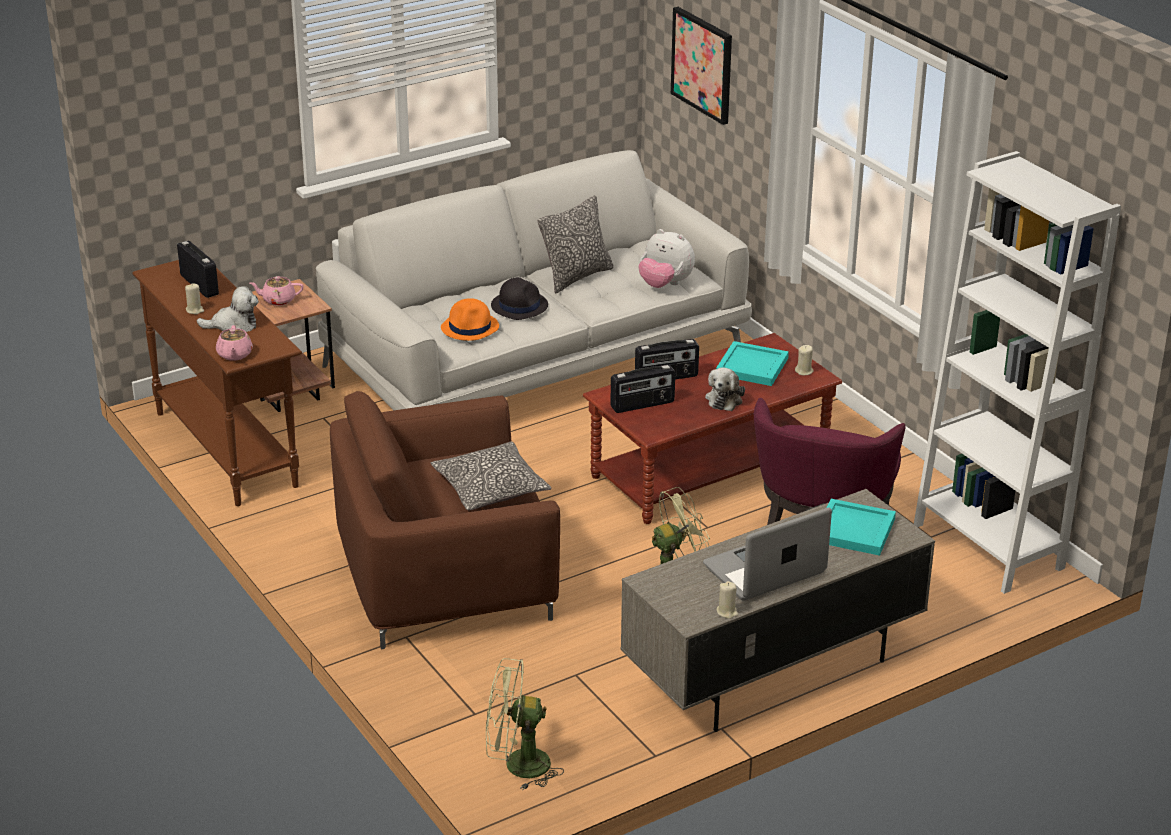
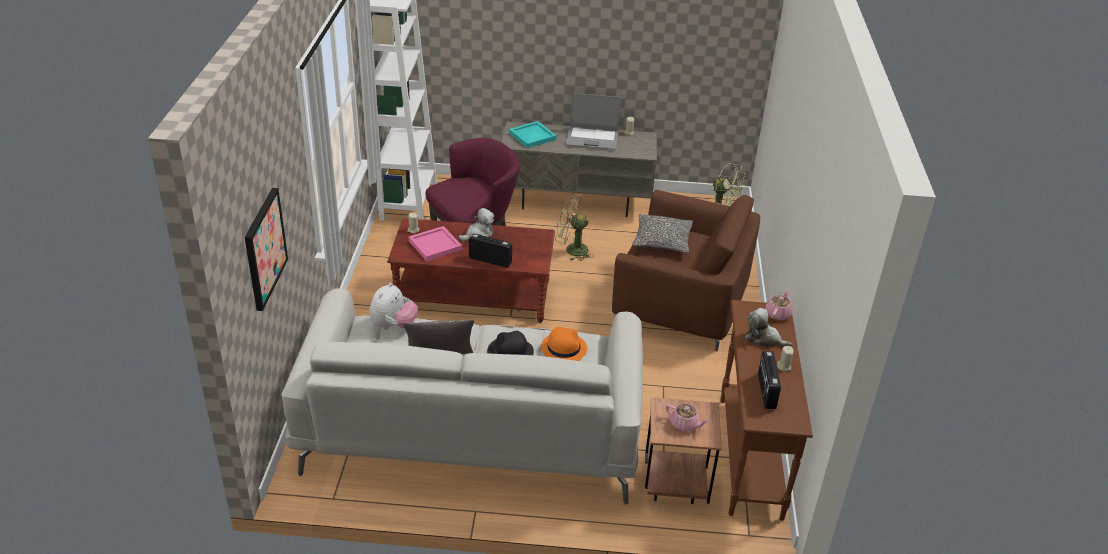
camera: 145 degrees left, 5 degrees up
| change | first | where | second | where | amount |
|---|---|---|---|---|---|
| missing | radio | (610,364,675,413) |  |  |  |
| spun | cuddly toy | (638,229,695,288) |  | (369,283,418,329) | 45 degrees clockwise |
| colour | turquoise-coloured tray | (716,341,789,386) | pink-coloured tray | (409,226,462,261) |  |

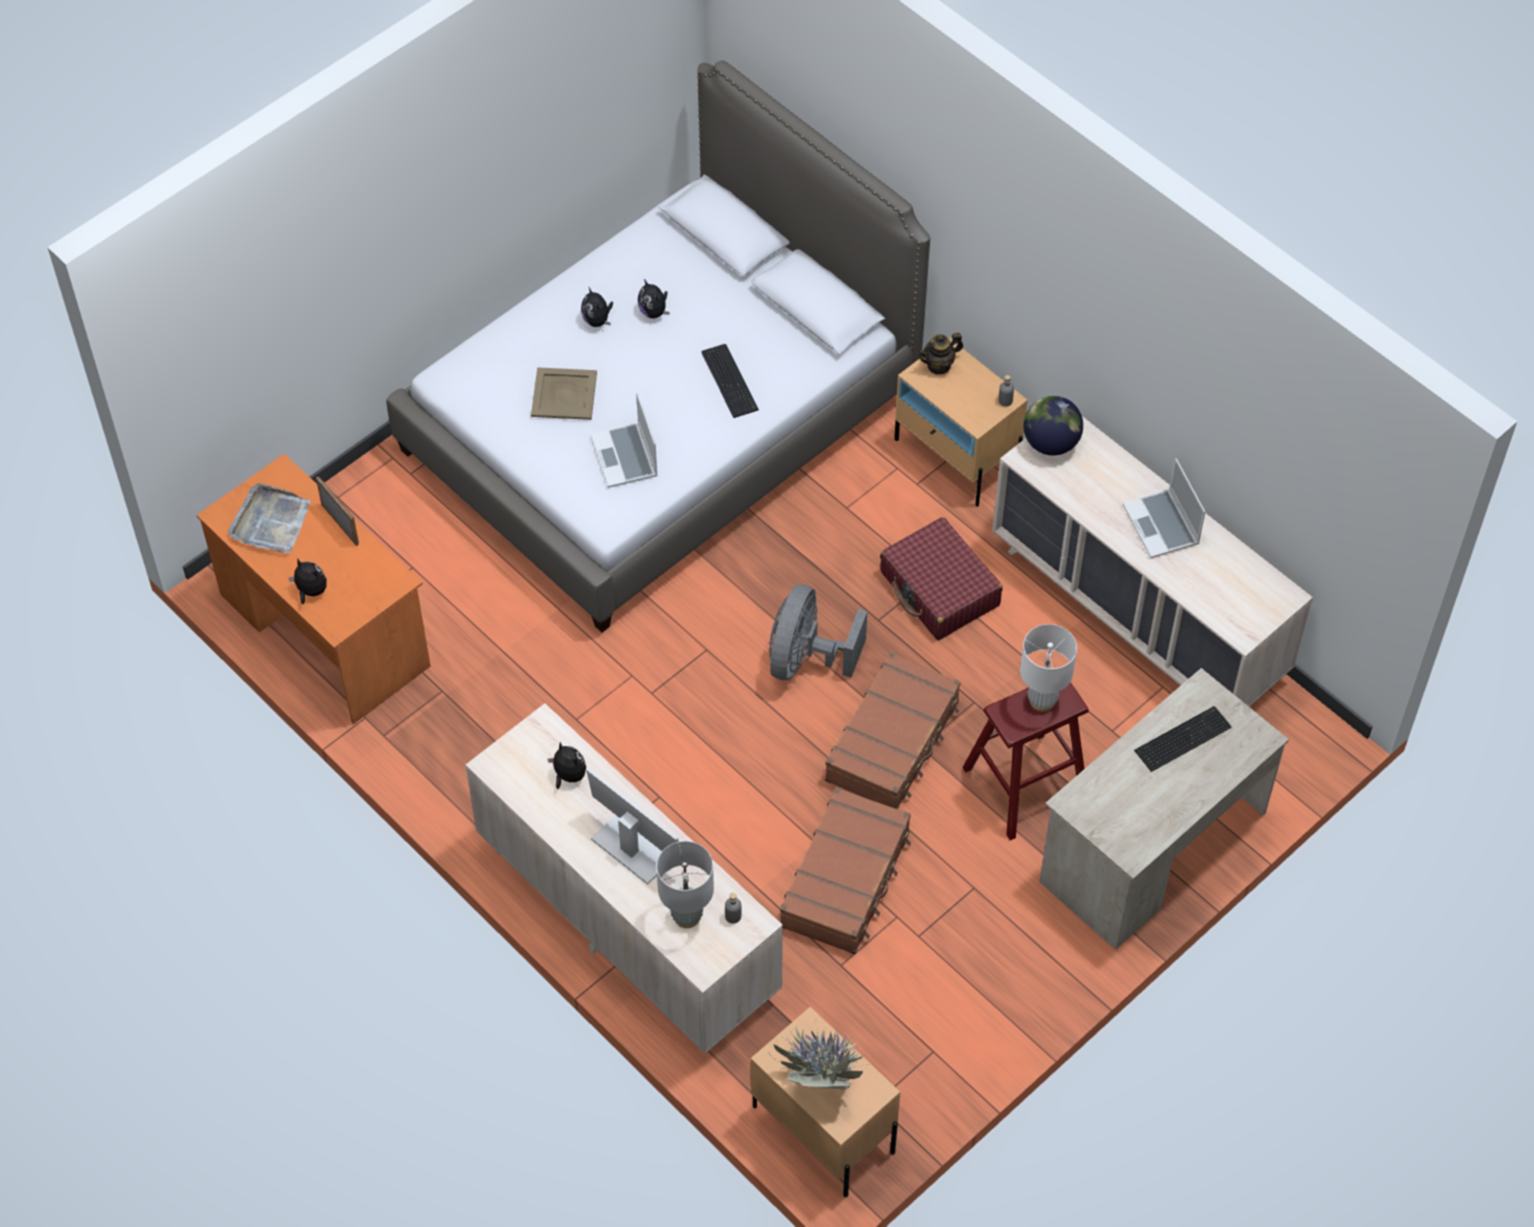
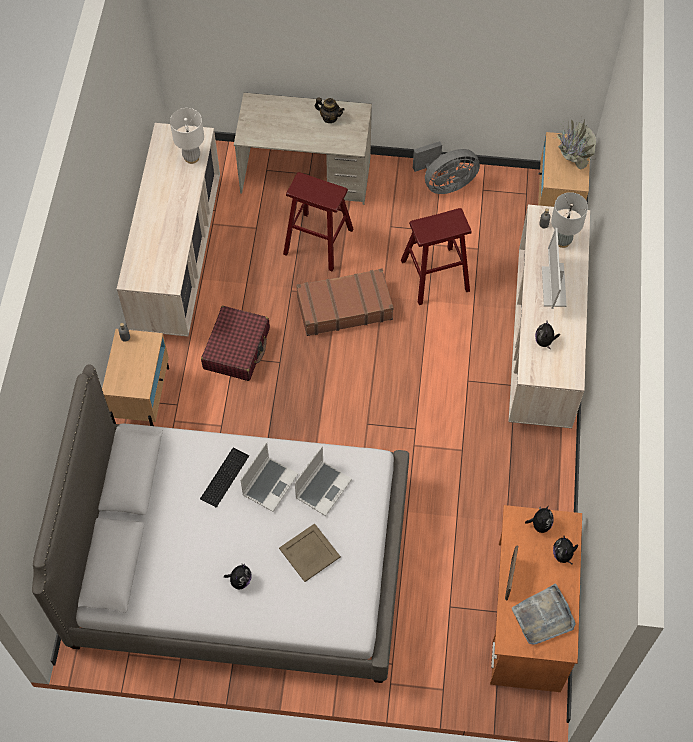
camera: 130 degrees left, 5 degrees up
| change | first | where | second | where | amount |
|---|---|---|---|---|---|
| relocated | cuddly toy | (638,279,669,319) |  | (525,507,554,533) |  |
| relocated | grey fan | (769,585,867,680) |  | (413,141,480,194) |  |
| exchanged | brownish suitcase | (780,787,911,955) | red stool seat | (401,208,472,305) |  |
| relocated | tea pot | (917,333,963,375) |  | (315,97,345,123) |  |
| relocated | white table lamp | (1020,624,1077,712) |  | (170,108,204,164) |  |
| missing | world globe | (1023,396,1083,456) |  |  |  |
| relocated | notebook computer | (1123,458,1205,558) |  | (240,442,298,512) |  |
| missing | keyboard | (1134,706,1231,772) |  |  |  |

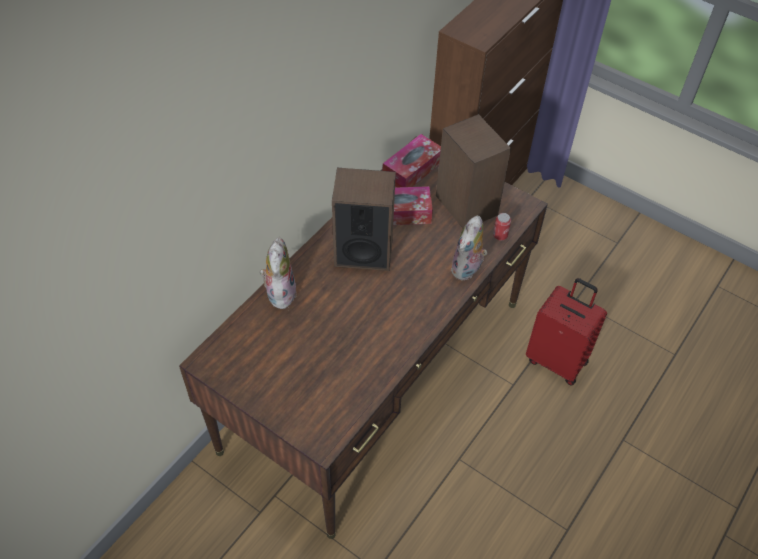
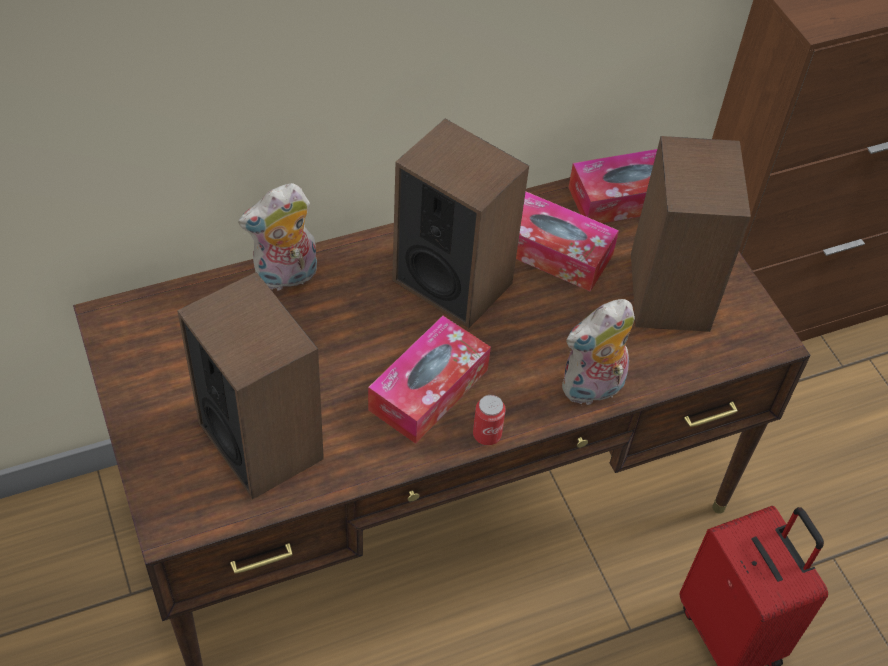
camera: 30 degrees right, 0 degrees up
| change | first | where | second | where | amount |
|---|---|---|---|---|---|
| spun | cuddly toy | (260,237,297,309) |  | (238,183,317,290) | 150 degrees counterclockwise |
| relocated | sealed can | (493,213,511,240) |  | (473,395,506,445) |  |
| appeared |  |  | audio speaker | (177,272,324,499) |  |
| appeared |  |  | box of tissues | (368,316,491,444) |  |

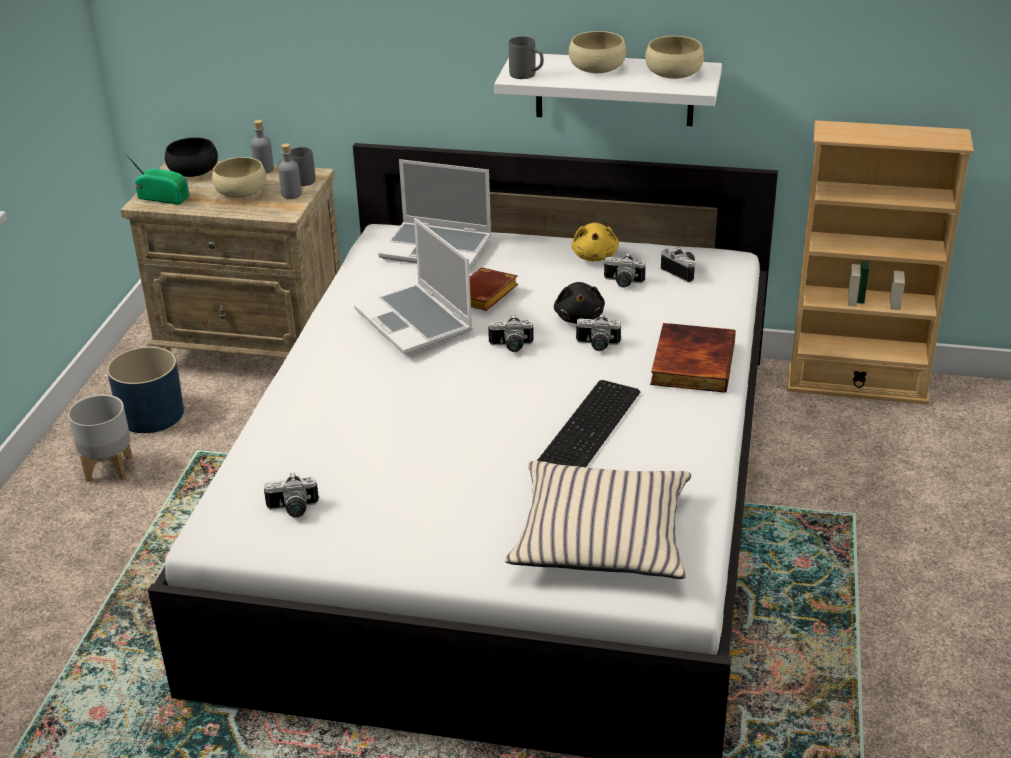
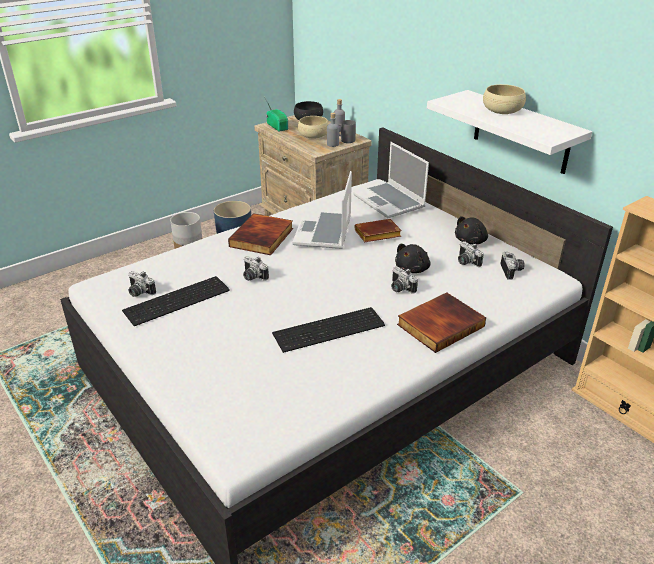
camera: 40 degrees right, 0 degrees up
| change | first | where | second | where | amount |
|---|---|---|---|---|---|
| relocated | photo camera | (488,315,534,352) |  | (243,256,269,281) |  |
| missing | sand-coloured cushion | (505,461,691,579) |  |  |  |
| missing | grey coffee mug | (509,36,544,79) |  |  |  |
| colour | yellow-coloured cuddly toy | (571,223,619,261) | black cuddly toy | (455,216,488,245) |  |
| missing | sand-coloured deep dish | (645,36,704,79) |  |  |  |
| appeared |  |  | keyboard | (122,276,230,326) |  |
| appeared |  |  | bound book | (228,213,293,255) |  |

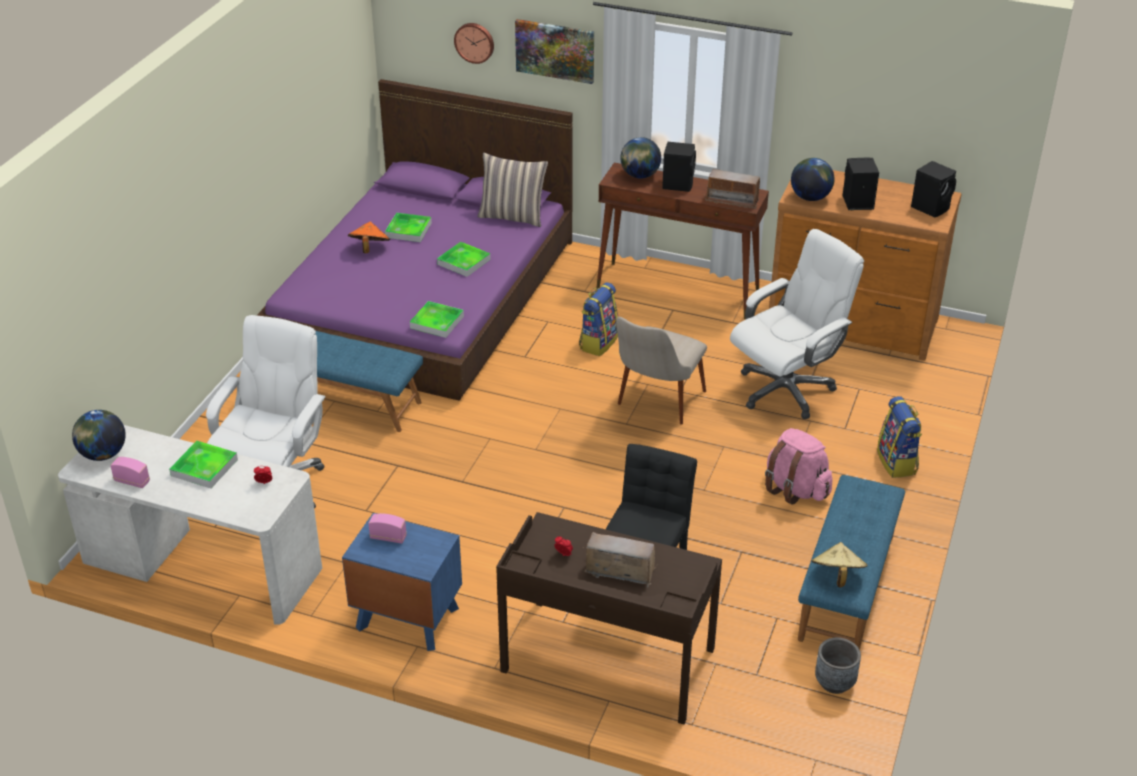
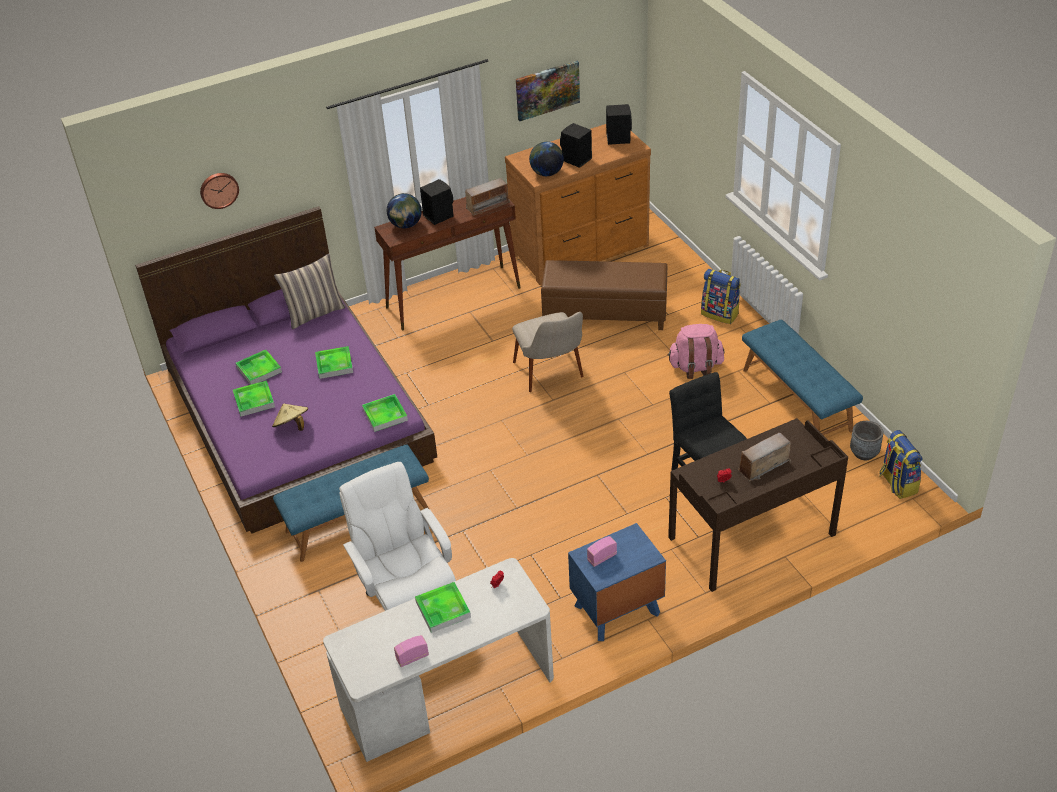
camera: 45 degrees left, 5 degrees up
| change | first | where | second | where | amount |
|---|---|---|---|---|---|
| missing | world globe | (72,410,126,461) |  |  |  |
| exchanged | orangey wearable hat | (348,221,390,253) | tray | (233,380,275,417) |  |
| relocated | wall picture | (515,19,594,84) |  | (516,61,580,121) |  |
| relocated | rucksack | (579,282,618,356) |  | (879,430,923,499) |  |
| exchanged | white office chair | (730,229,864,419) | brownish footrest | (541,260,667,330) |  |
| relocated | sand-coloured wearable hat | (812,542,868,587) |  | (272,403,308,431) |  |

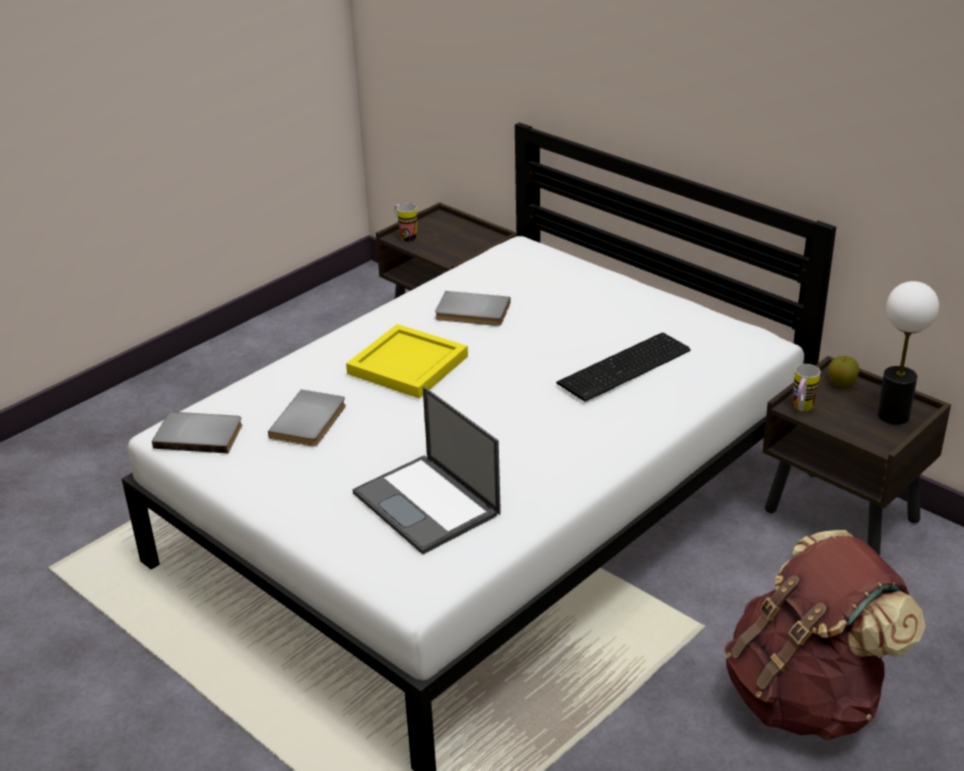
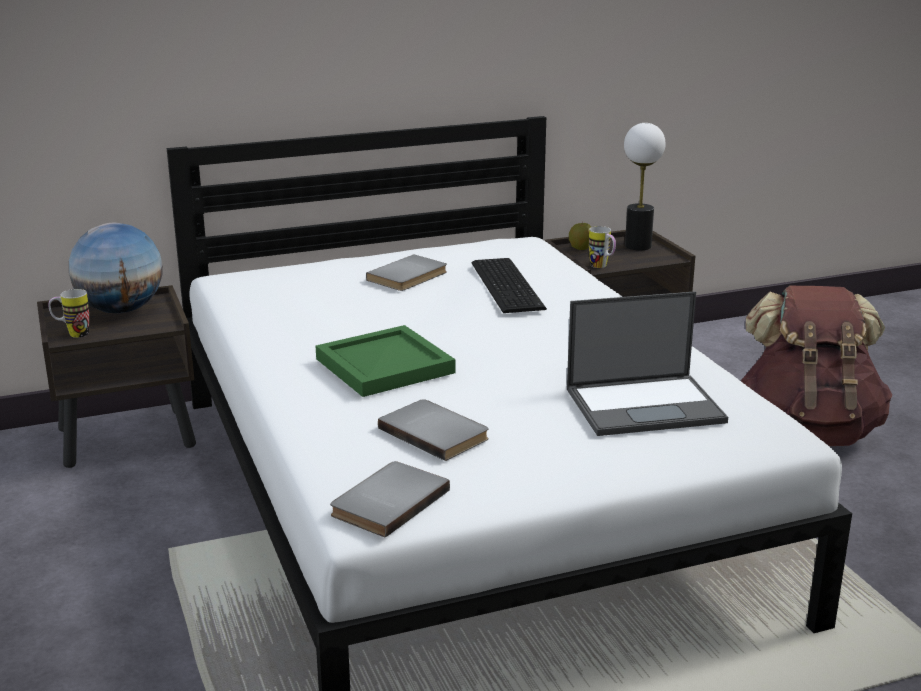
camera: 65 degrees left, 10 degrees down
| change | first | where | second | where | amount |
|---|---|---|---|---|---|
| colour | yellow-coloured tray | (346,324,468,398) | green tray | (316,325,456,397) |  |
| relocated | grey bound book | (435,291,511,326) |  | (366,254,447,291) |  |
| appeared |  |  | world globe | (69,223,163,313) |  |

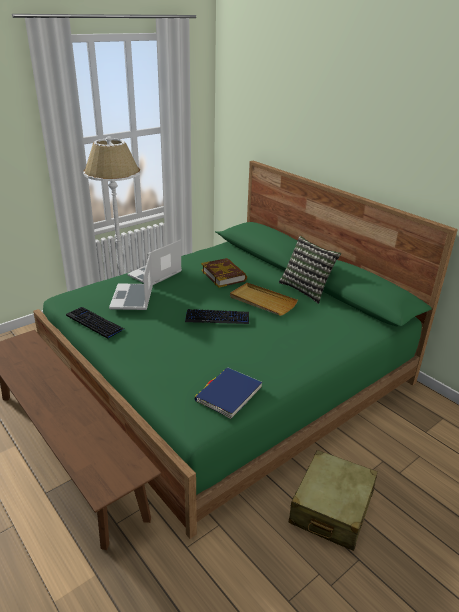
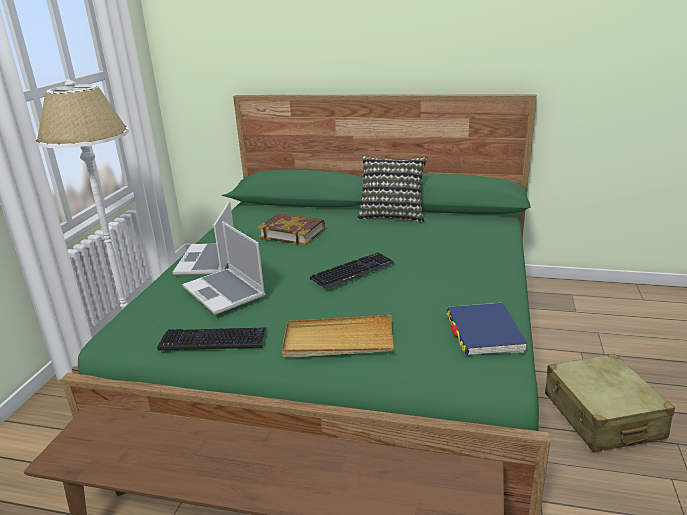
camera: 35 degrees left, 5 degrees down
| change | first | where | second | where | amount |
|---|---|---|---|---|---|
| relocated | sand-coloured tray | (230,283,298,316) |  | (282,315,394,358) |  |

